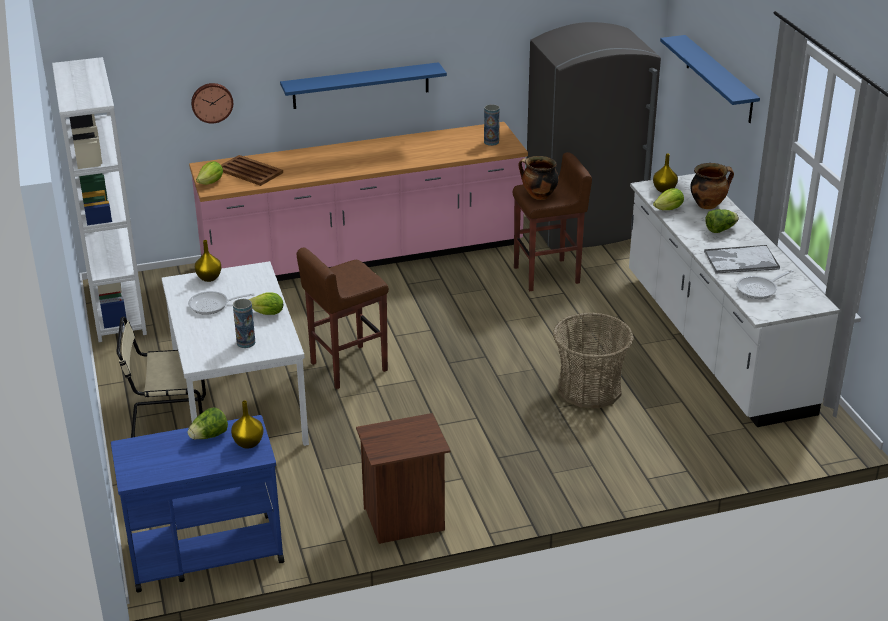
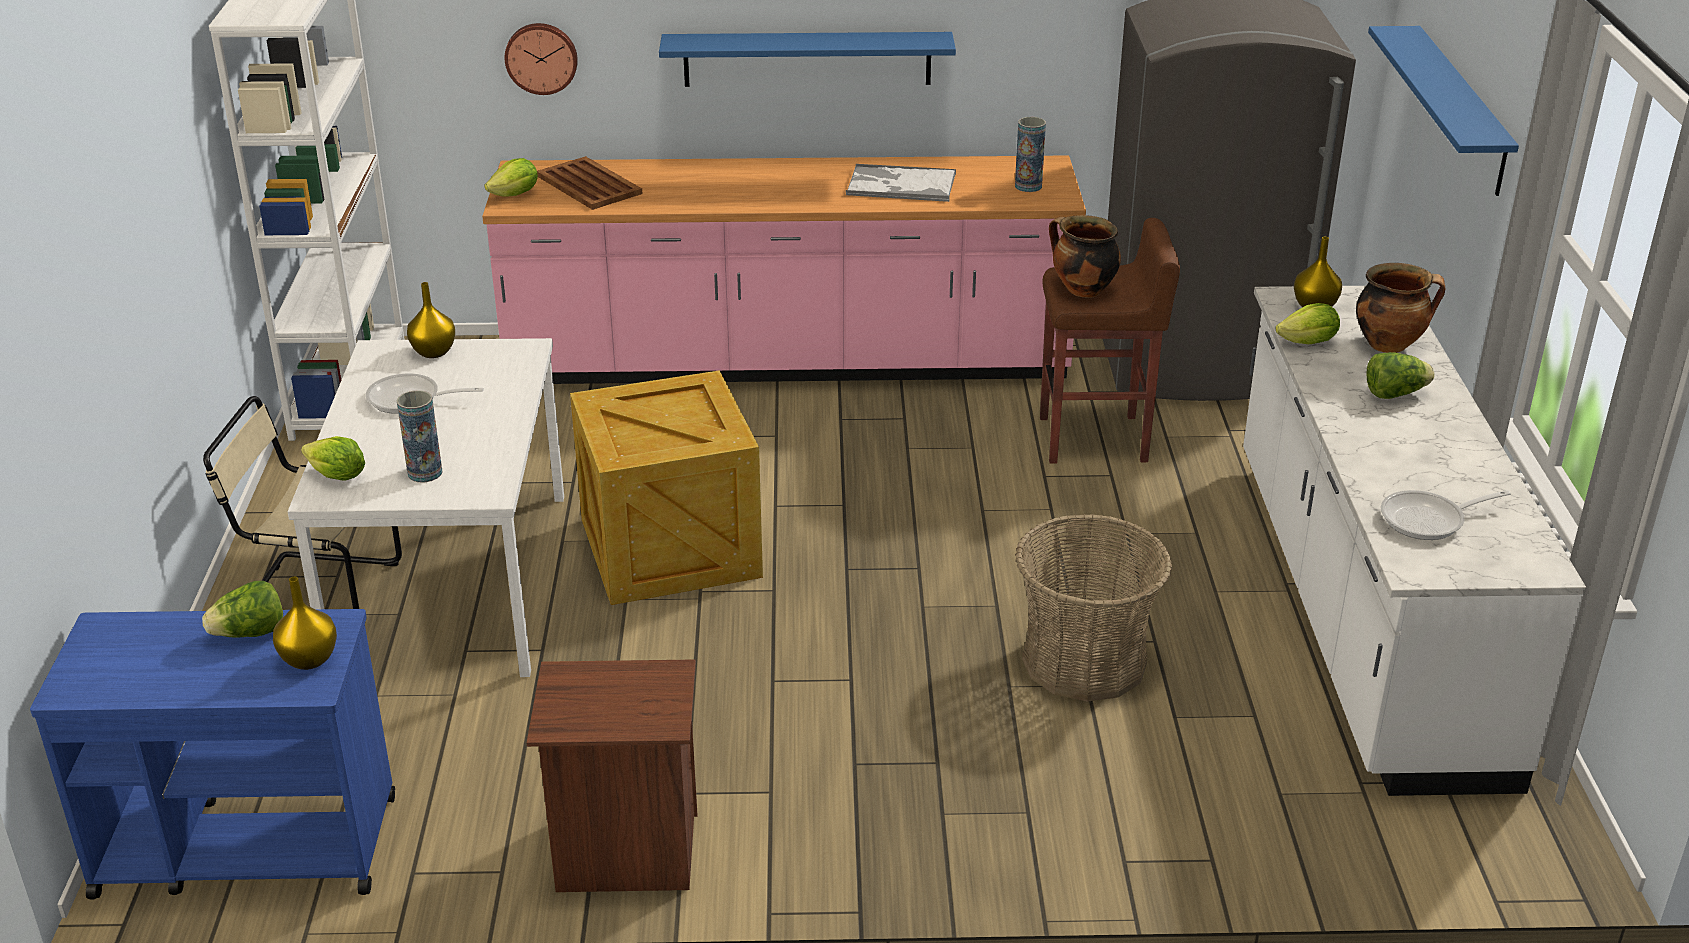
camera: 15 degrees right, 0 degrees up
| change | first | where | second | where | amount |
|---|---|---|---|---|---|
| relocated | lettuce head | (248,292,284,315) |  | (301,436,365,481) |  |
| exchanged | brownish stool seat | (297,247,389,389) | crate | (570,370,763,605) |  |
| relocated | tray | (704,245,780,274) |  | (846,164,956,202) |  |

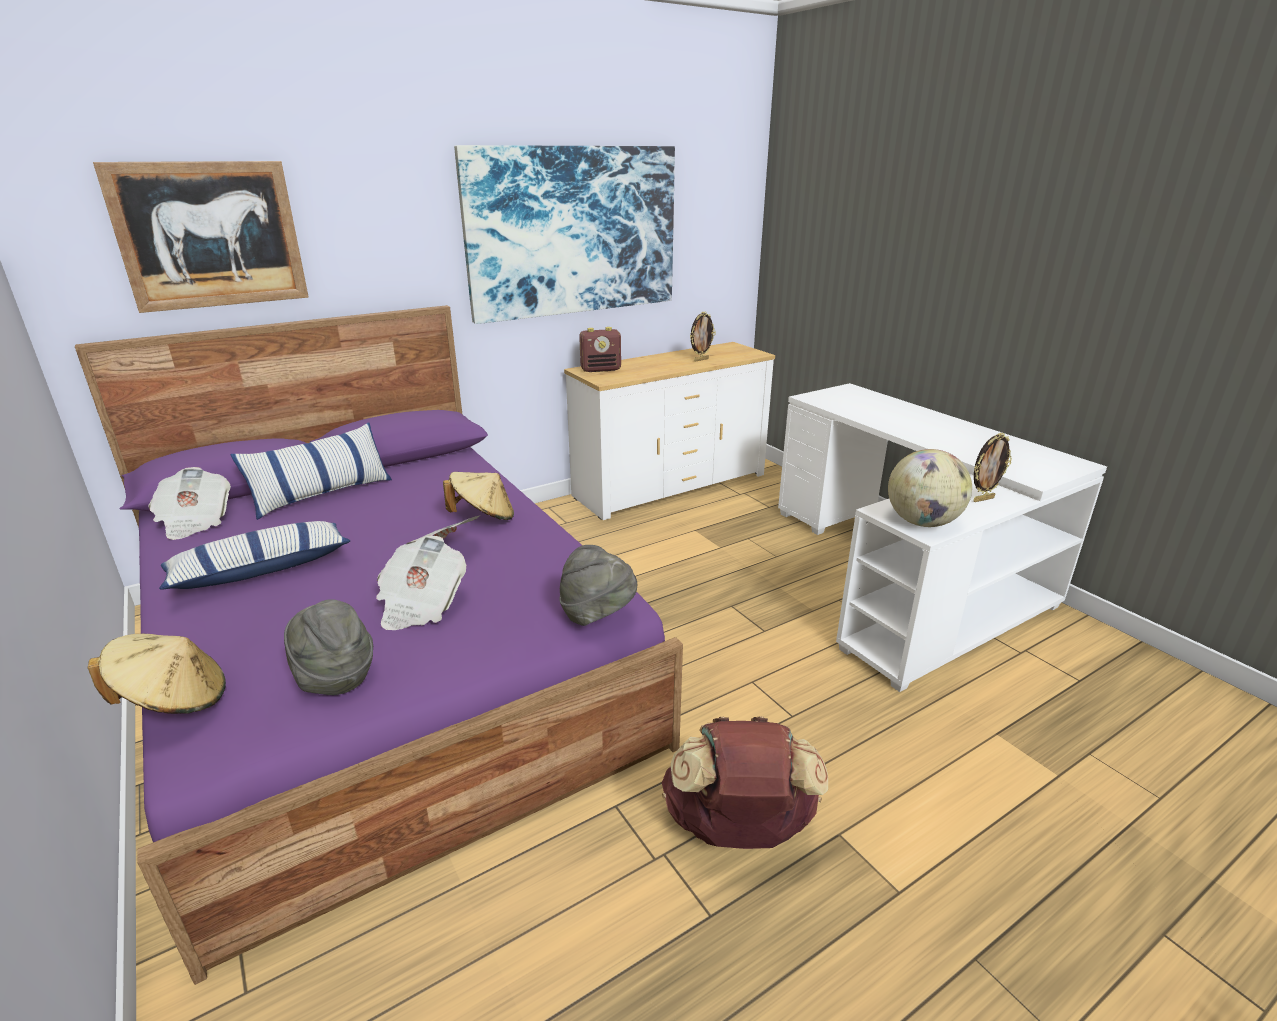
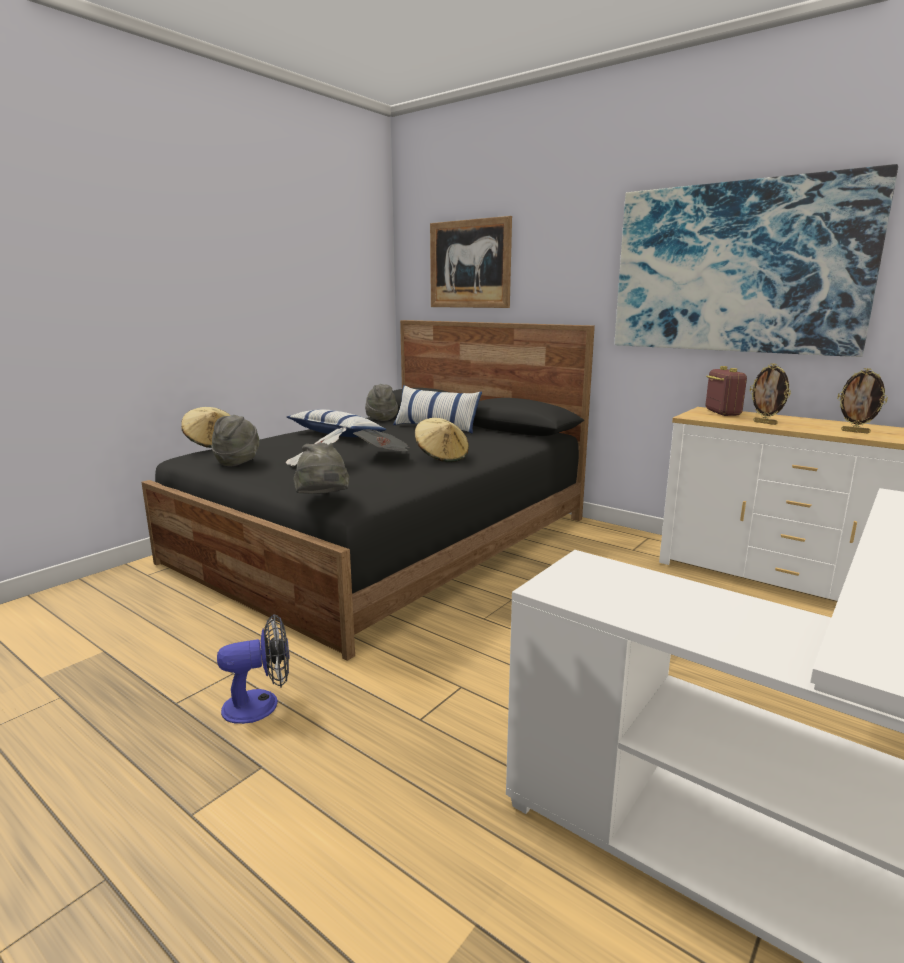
camera: 70 degrees right, 10 degrees down
| change | first | where | second | where | amount |
|---|---|---|---|---|---|
| colour | purple sleeping bed | (75,305,683,985) | black sleeping bed | (141,320,595,661) |  |
| exchanged | newspaper | (148,467,231,540) | grey wearable hat | (365,384,398,421) |  |
| spun | radio | (579,327,621,372) |  | (705,366,747,416) | 150 degrees counterclockwise |
| exchanged | brownish rucksack | (662,717,828,849) | fan | (217,614,289,724) |  |
| missing | world globe | (888,449,972,527) |  |  |  |
| relocated | standing frame | (973,433,1012,502) |  | (750,363,791,425) |  |

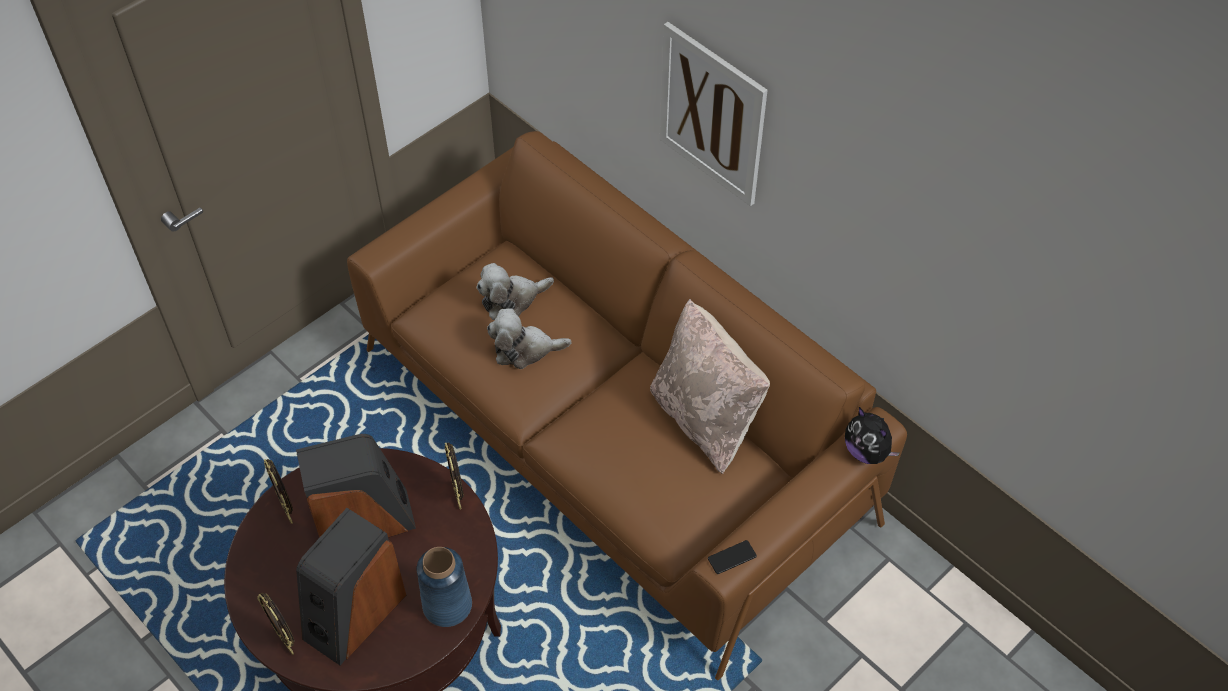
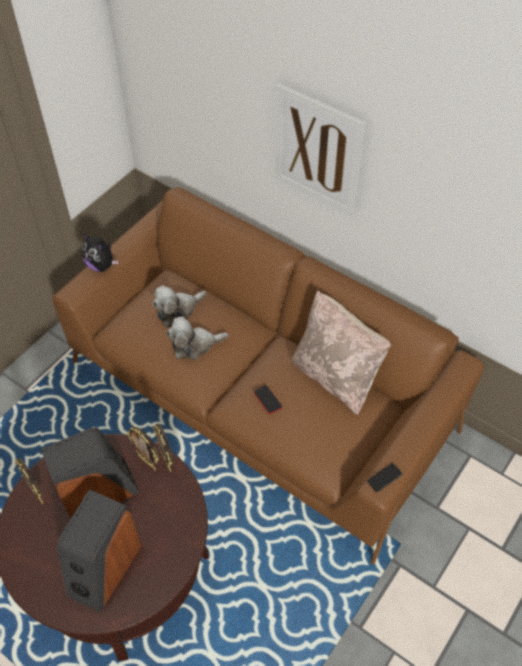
camera: 10 degrees left, 0 degrees up
| change | first | where | second | where | amount |
|---|---|---|---|---|---|
| relocated | standing frame | (257,593,294,655) |  | (127,427,159,471) |  |
| missing | blue vase | (416,547,472,627) |  |  |  |
| relocated | cuddly toy | (845,407,900,464) |  | (82,233,118,272) |  |
| appeared |  |  | telephone | (254,385,282,414) |  |

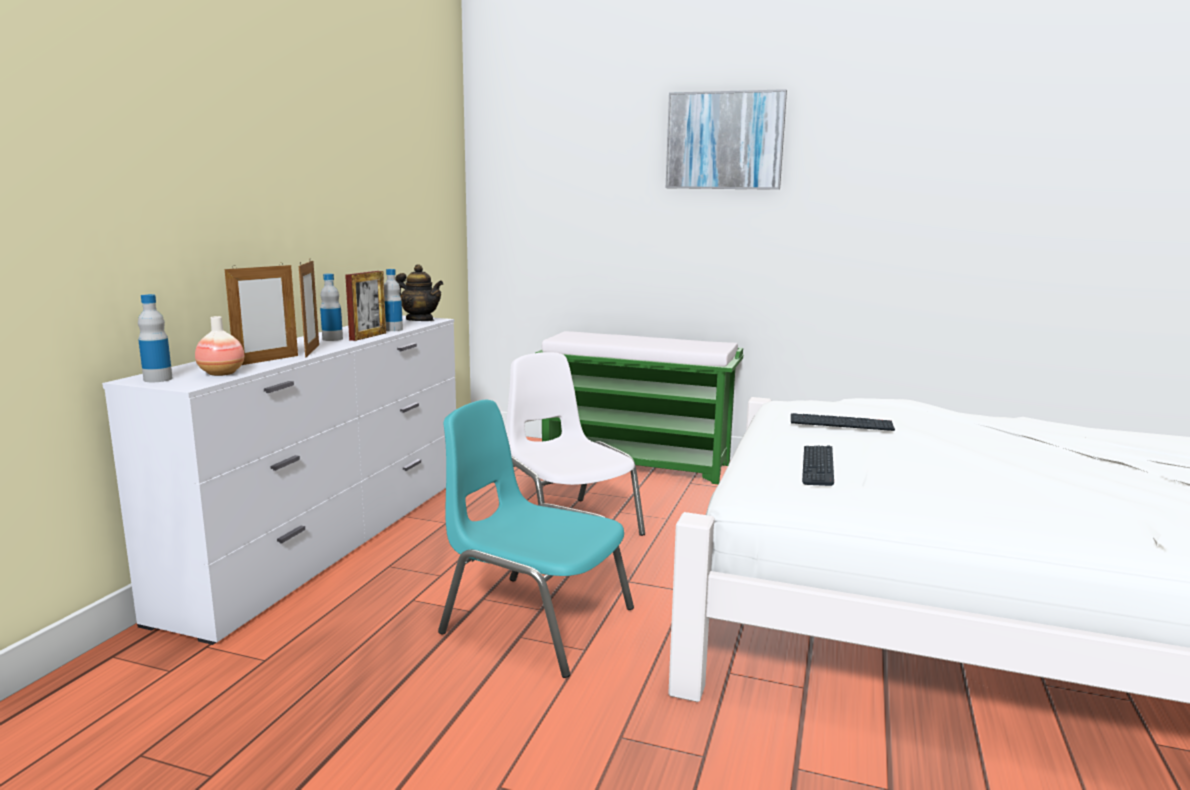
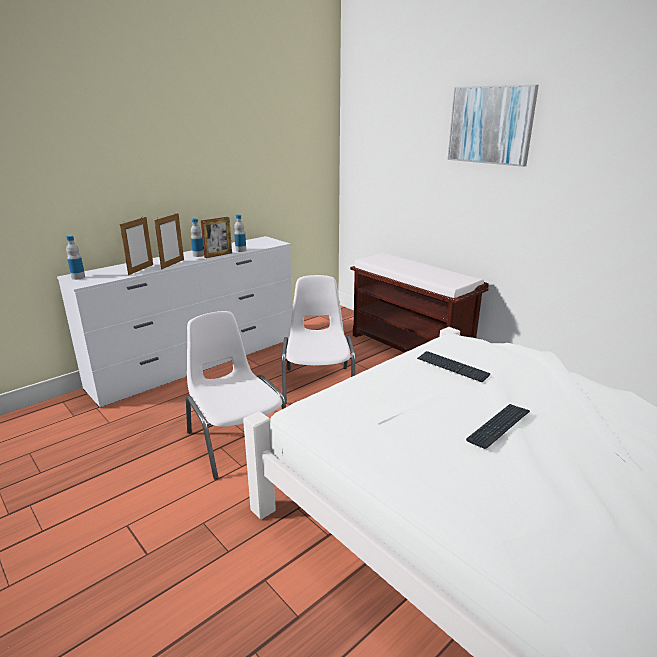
camera: 30 degrees right, 10 degrees up
| change | first | where | second | where | amount |
|---|---|---|---|---|---|
| missing | vase | (195,316,244,376) |  |  |  |
| spun | standing frame | (225,262,298,365) |  | (120,216,153,275) | 45 degrees counterclockwise |
| missing | tea pot | (395,264,443,321) |  |  |  |
| colour | turquoise-coloured upright chair | (438,400,634,678) | white upright chair | (186,311,286,479) |  |
| colour | green bench | (535,331,743,484) | brownish bench | (350,253,489,353) |  |
| relocated | keyboard | (802,446,834,486) |  | (466,404,530,449) |  |

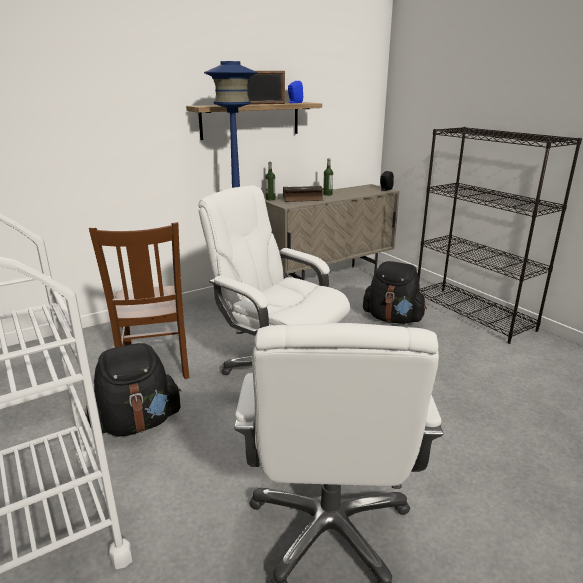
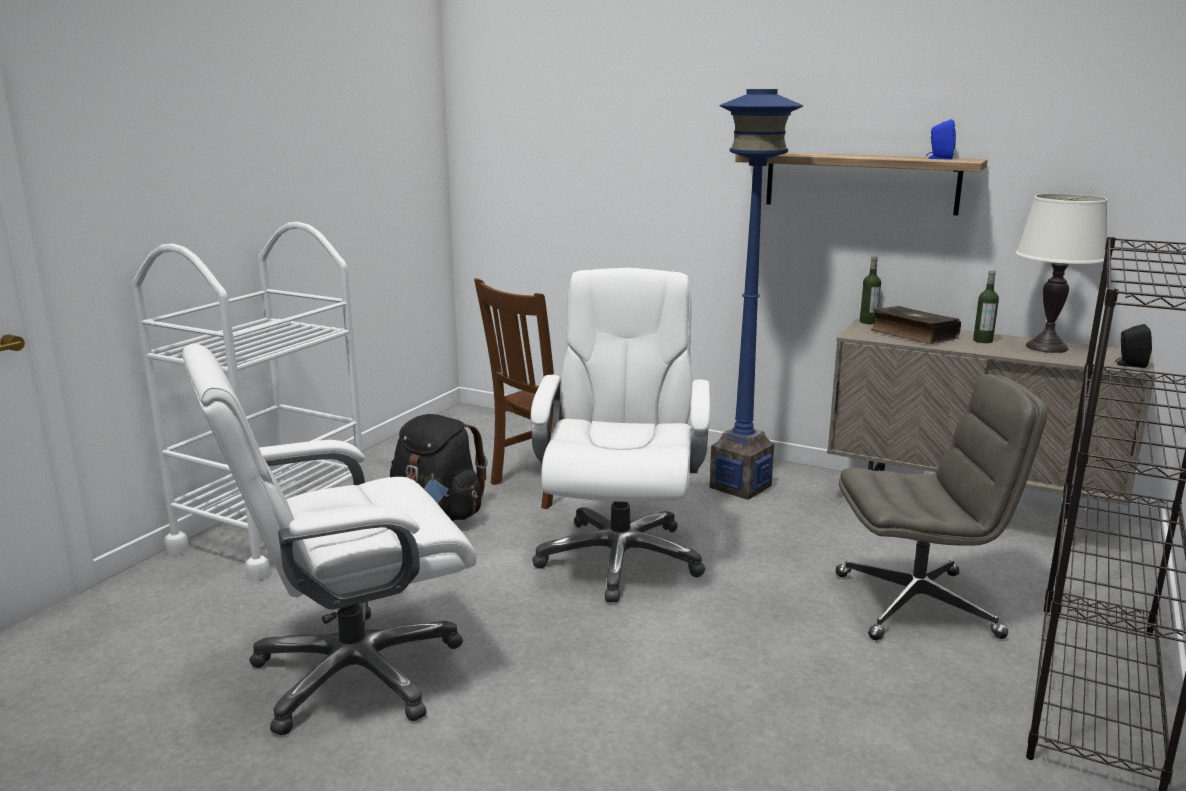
camera: 60 degrees right, 5 degrees down
| change | first | where | second | where | amount |
|---|---|---|---|---|---|
| missing | standing frame | (247,71,285,105) |  |  |  |
| exchanged | black rucksack | (363,261,427,324) | grey office chair | (836,374,1047,640) |  |
| appeared |  |  | white table lamp | (1016,194,1107,353) |  |

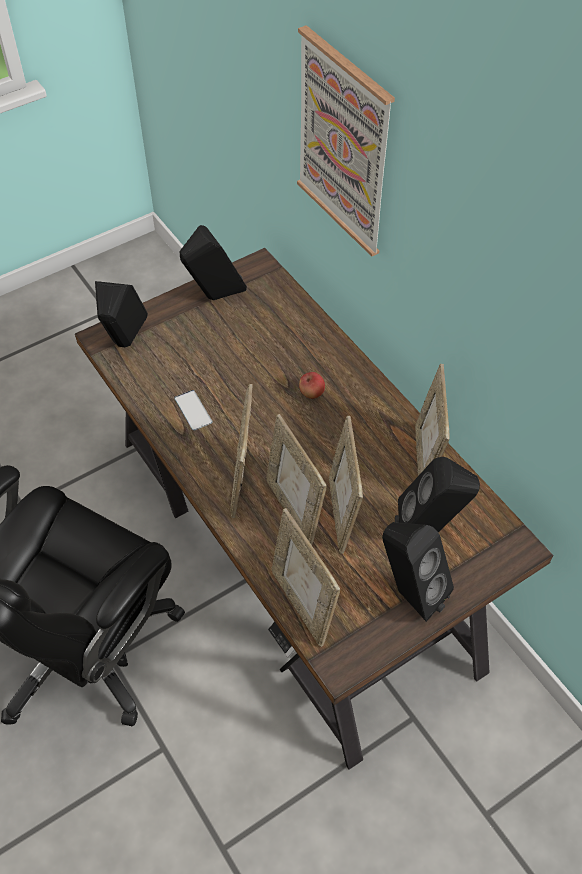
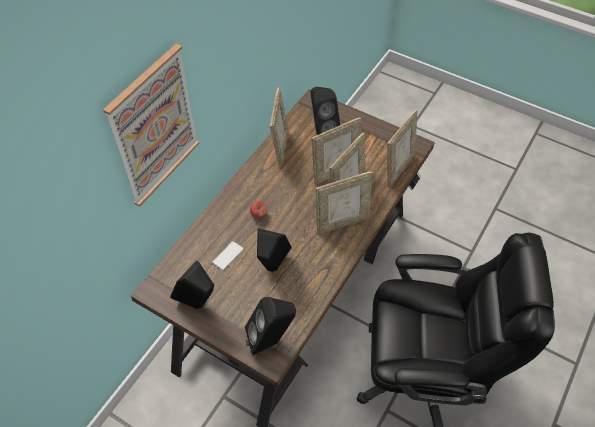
camera: 115 degrees left, 0 degrees up
| change | first | where | second | where | amount |
|---|---|---|---|---|---|
| relocated | telephone | (174,390,212,431) |  | (212,241,244,270) |  |
| relocated | black audio speaker | (382,522,454,622) |  | (257,228,292,272) |  |
| spun | standing frame | (415,364,450,476) |  | (270,87,288,168) | 60 degrees counterclockwise |

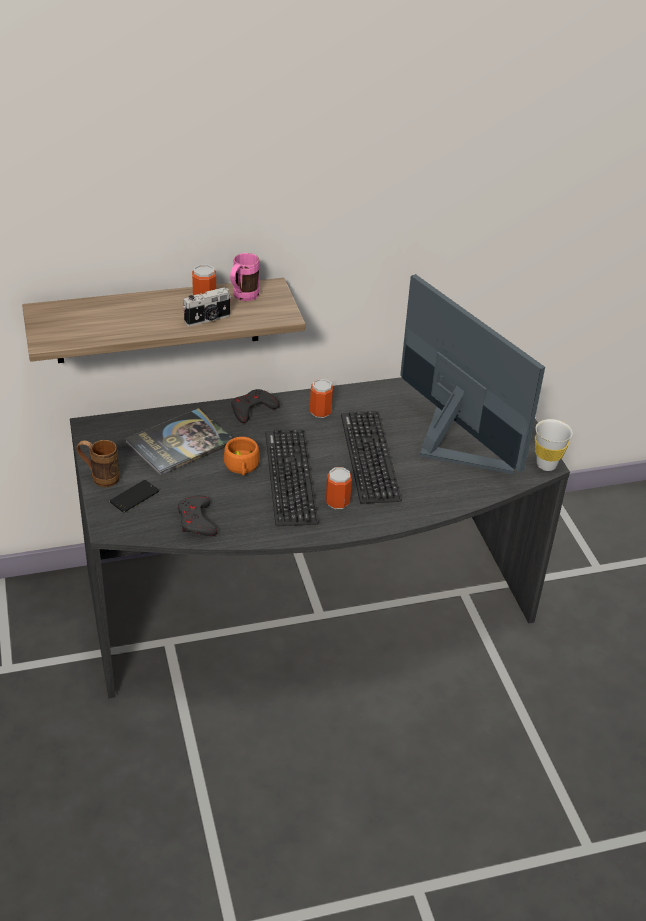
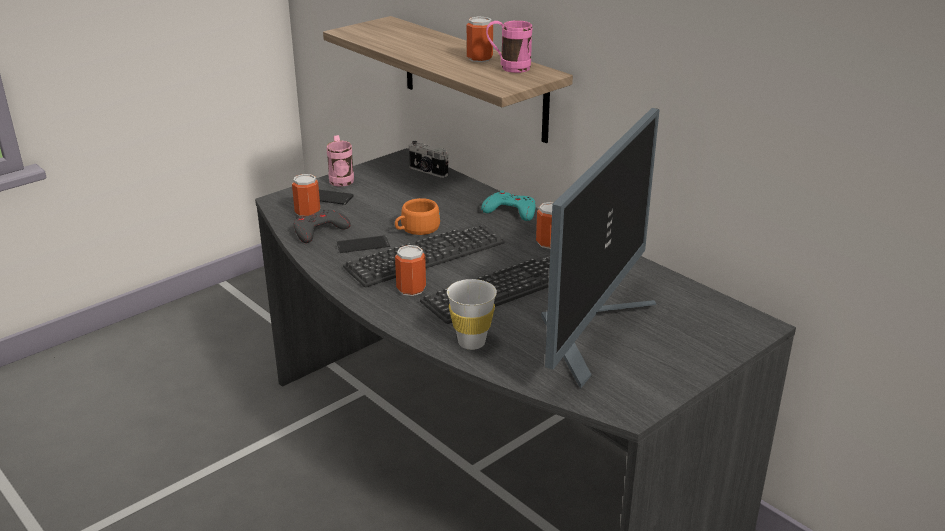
camera: 65 degrees right, 10 degrees down
| change | first | where | second | where | amount |
|---|---|---|---|---|---|
| colour | brownish coffee mug | (76,440,120,487) | pink-coloured coffee mug | (327,135,354,187) |  |
| missing | bound book | (125,408,233,476) |  |  |  |
| relocated | photo camera | (183,288,231,326) |  | (409,141,449,178) |  |
| colour | grey joypad | (231,389,280,423) | turquoise-coloured joypad | (481,190,536,221) |  |
| relocated | white drinking cup | (535,419,573,471) |  | (447,279,497,350) |  |
| appeared |  |  | sealed can | (292,174,320,217) |  |
| appeared |  |  | telephone | (336,235,390,253) |  |

